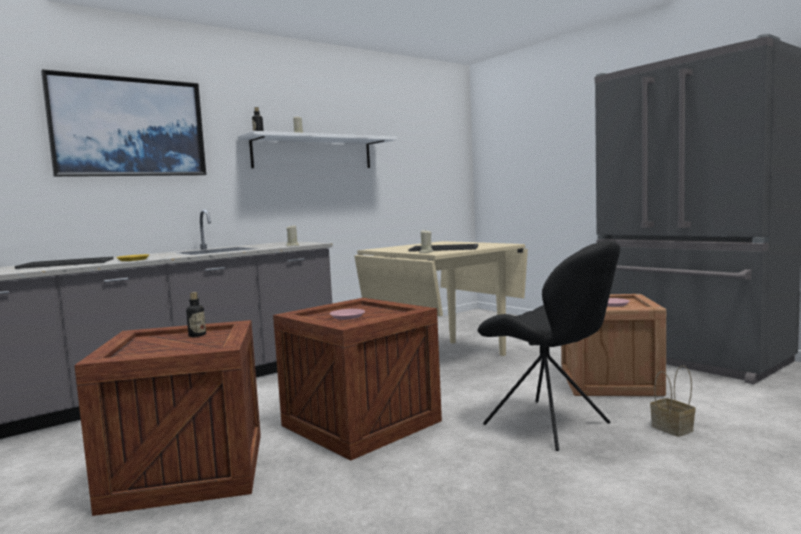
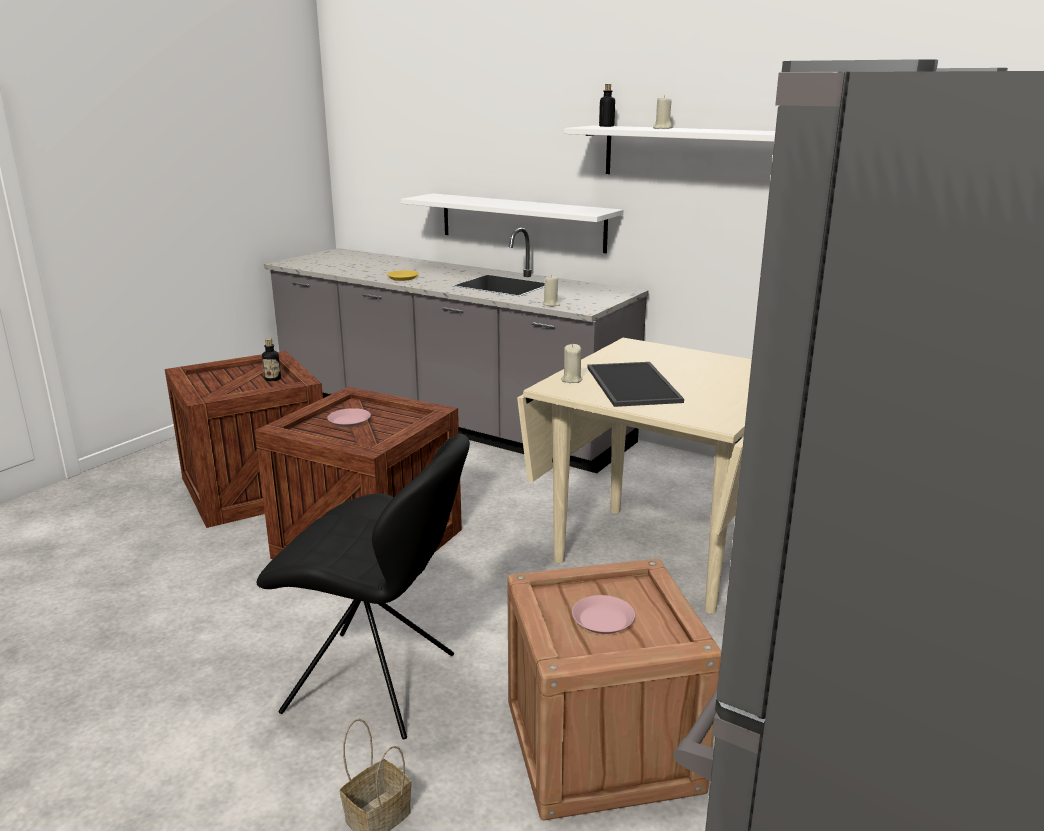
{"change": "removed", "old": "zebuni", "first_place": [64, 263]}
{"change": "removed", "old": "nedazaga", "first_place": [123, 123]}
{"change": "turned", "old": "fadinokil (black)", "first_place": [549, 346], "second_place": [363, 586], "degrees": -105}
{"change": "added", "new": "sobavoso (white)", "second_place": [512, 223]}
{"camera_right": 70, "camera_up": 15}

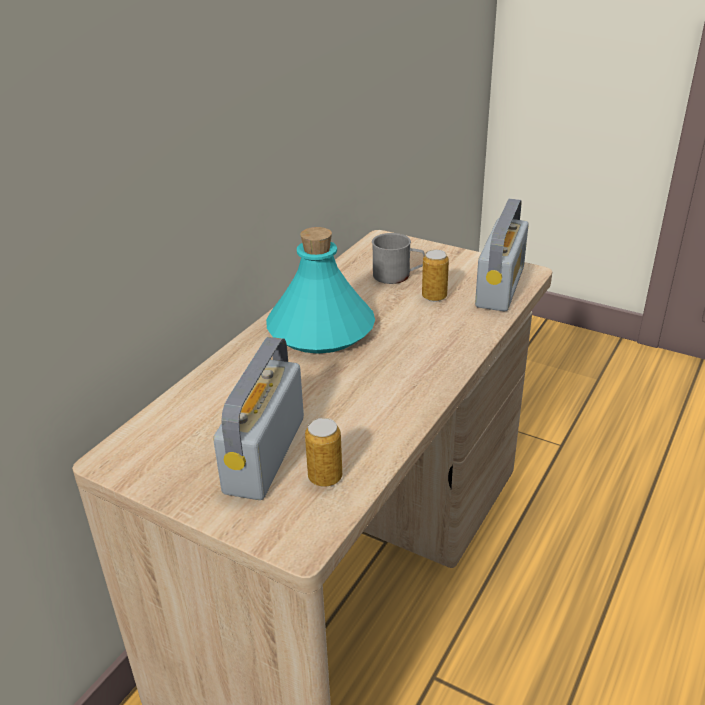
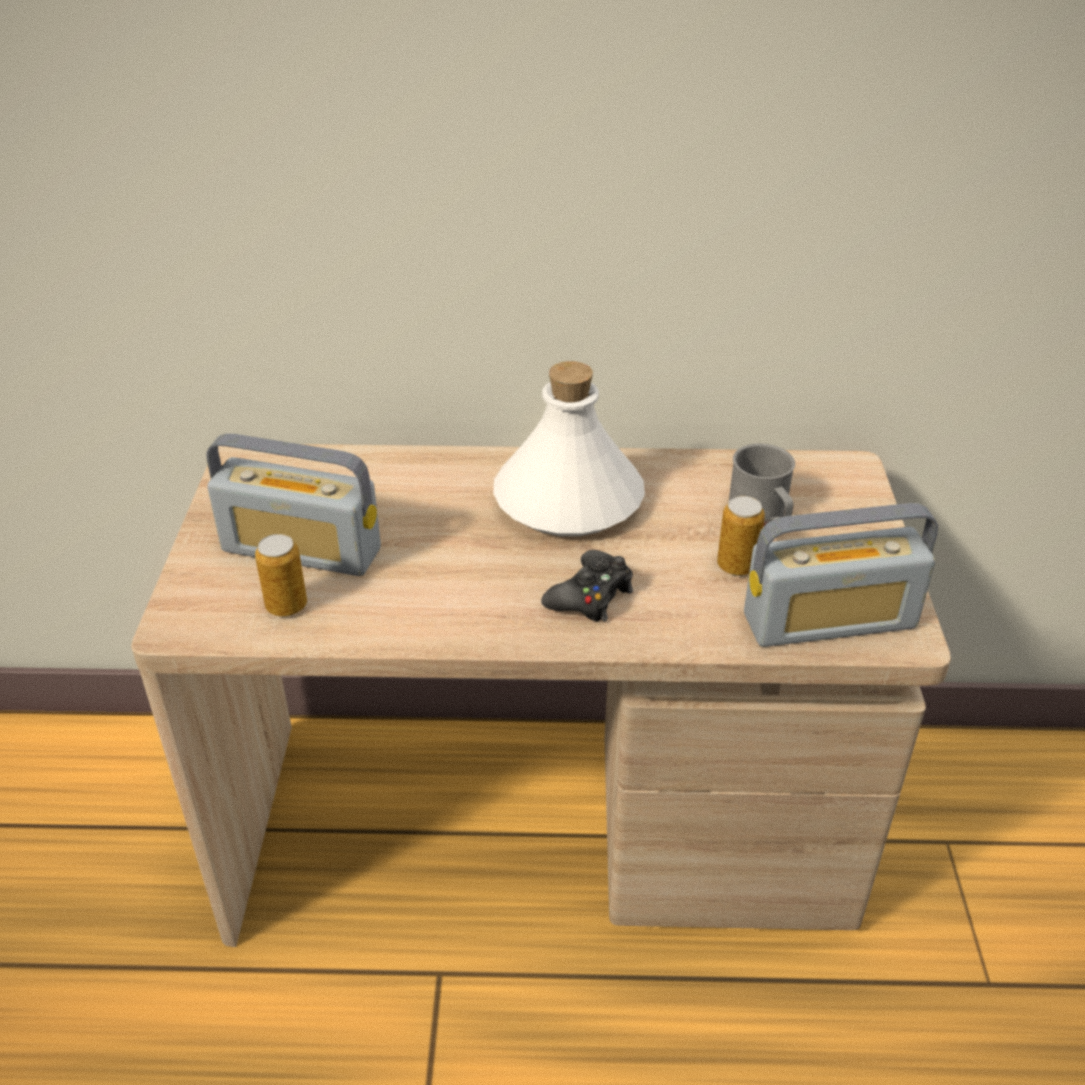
{"change": "turned", "old": "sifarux", "first_place": [258, 418], "second_place": [293, 504], "degrees": -150}
{"change": "recoloured", "old": "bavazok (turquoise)", "new": "bavazok (white)", "first_place": [320, 290], "second_place": [569, 448]}
{"change": "added", "new": "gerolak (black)", "second_place": [587, 585]}
{"camera_right": 60, "camera_up": 5}

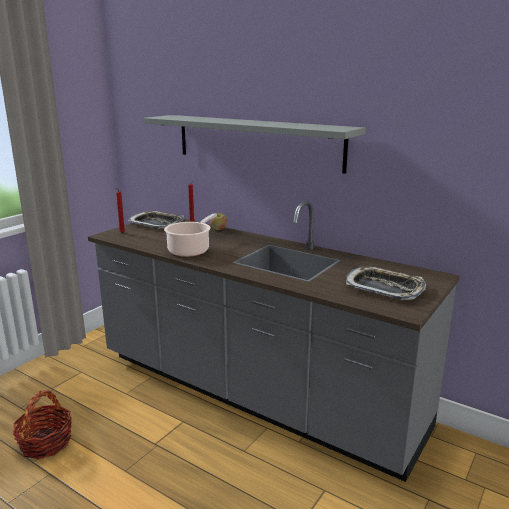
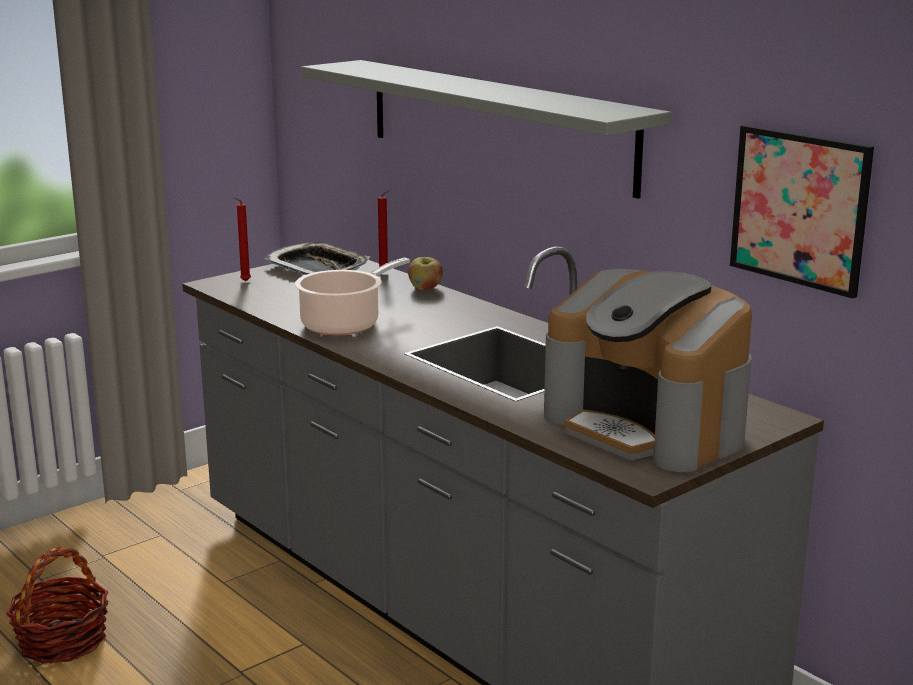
{"change": "replaced", "old": "zebuni", "new": "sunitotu", "first_place": [386, 283], "second_place": [648, 370]}
{"change": "added", "new": "nedazaga", "second_place": [802, 212]}
{"camera_right": 15, "camera_up": 0}

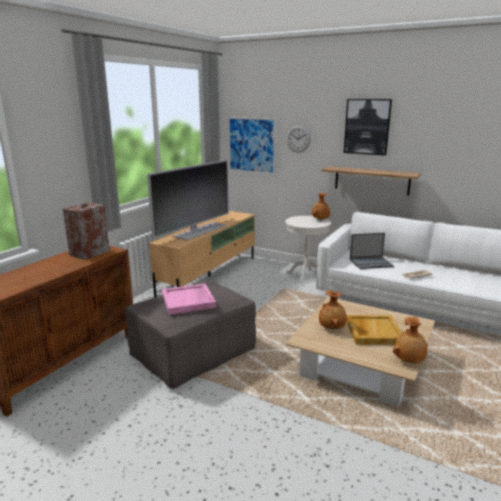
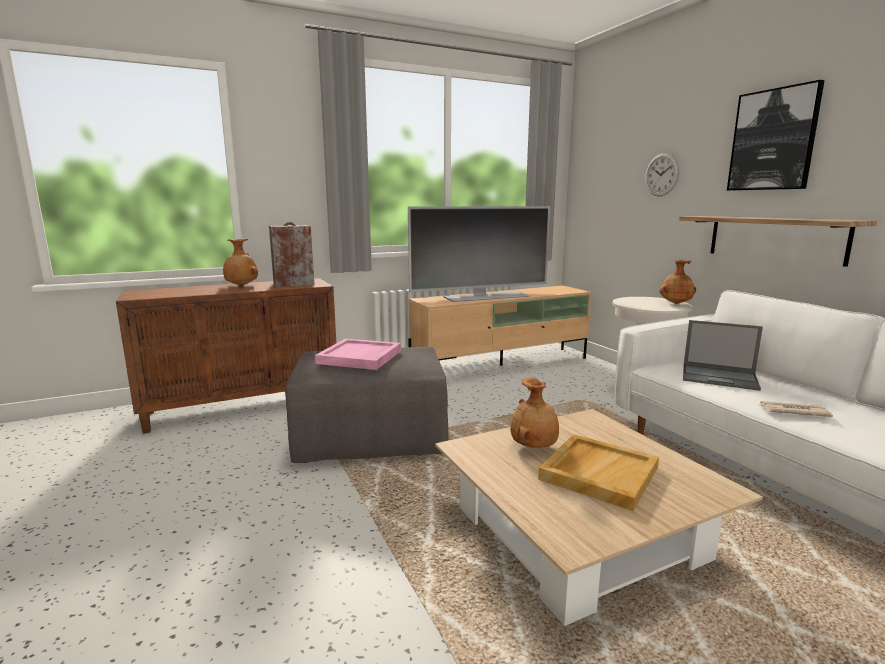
{"change": "removed", "old": "nedazaga", "first_place": [252, 146]}
{"change": "moved", "old": "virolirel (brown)", "first_place": [410, 340], "second_place": [240, 262]}
{"camera_right": 35, "camera_up": -5}

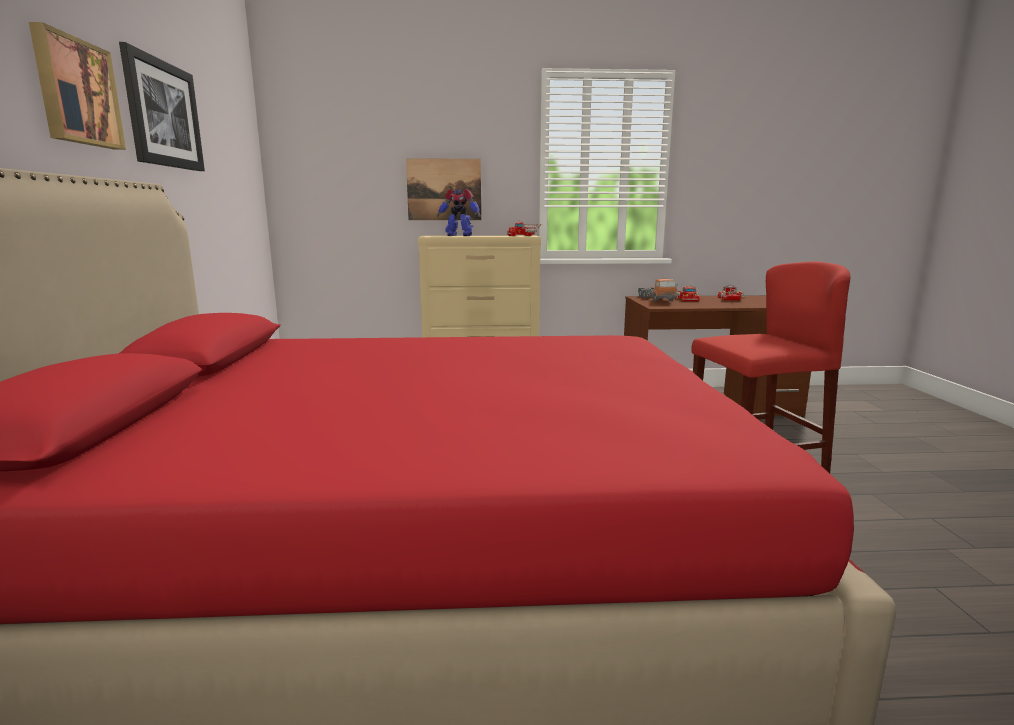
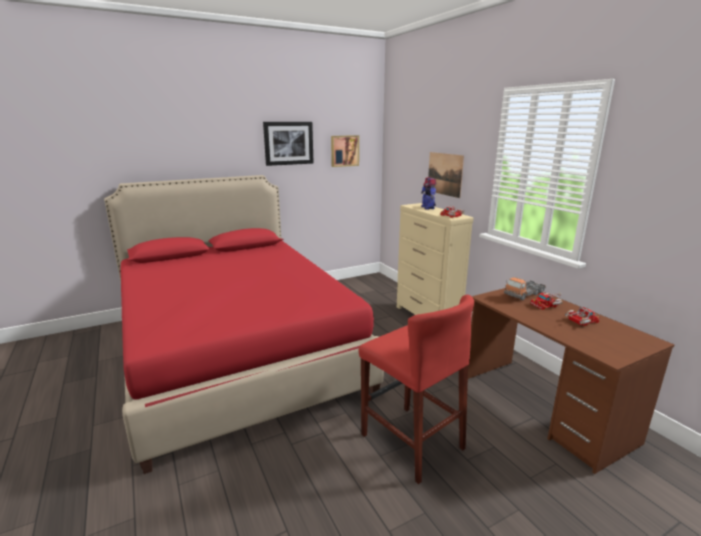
{"change": "moved", "old": "nedazaga", "first_place": [77, 86], "second_place": [345, 151]}
{"camera_right": 65, "camera_up": 5}

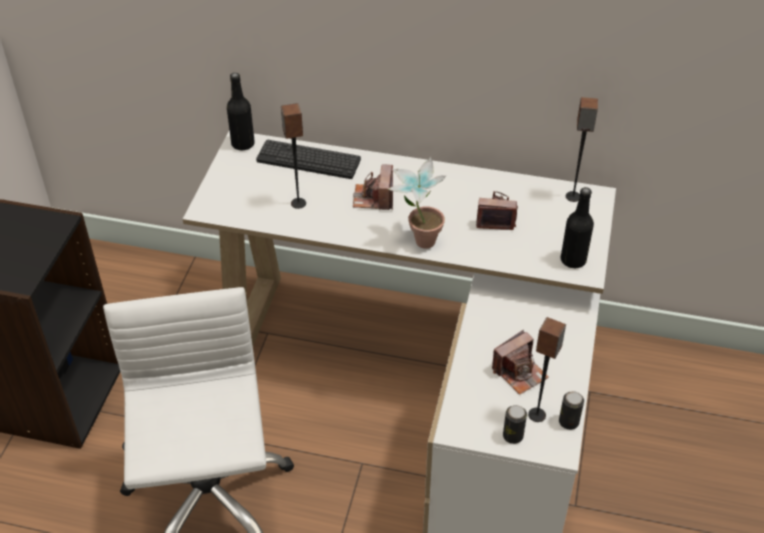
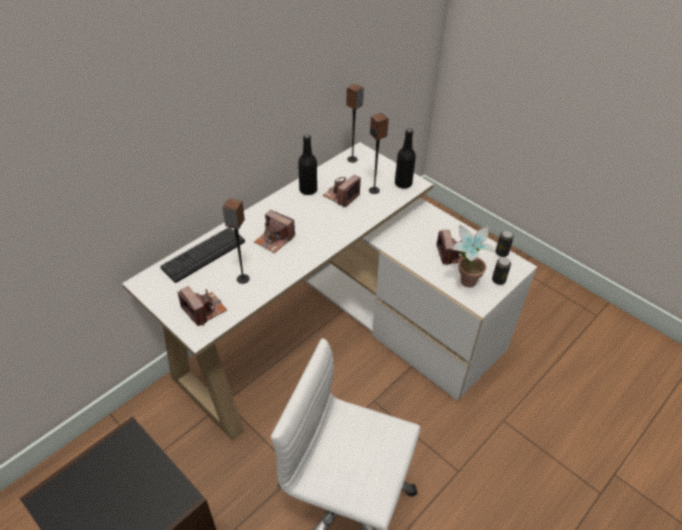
{"change": "moved", "old": "bavazok (black)", "first_place": [241, 111], "second_place": [307, 164]}
{"change": "moved", "old": "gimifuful", "first_place": [417, 203], "second_place": [474, 256]}
{"change": "moved", "old": "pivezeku", "first_place": [547, 369], "second_place": [379, 153]}
{"change": "added", "new": "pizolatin", "second_place": [202, 306]}
{"camera_right": -60, "camera_up": 0}

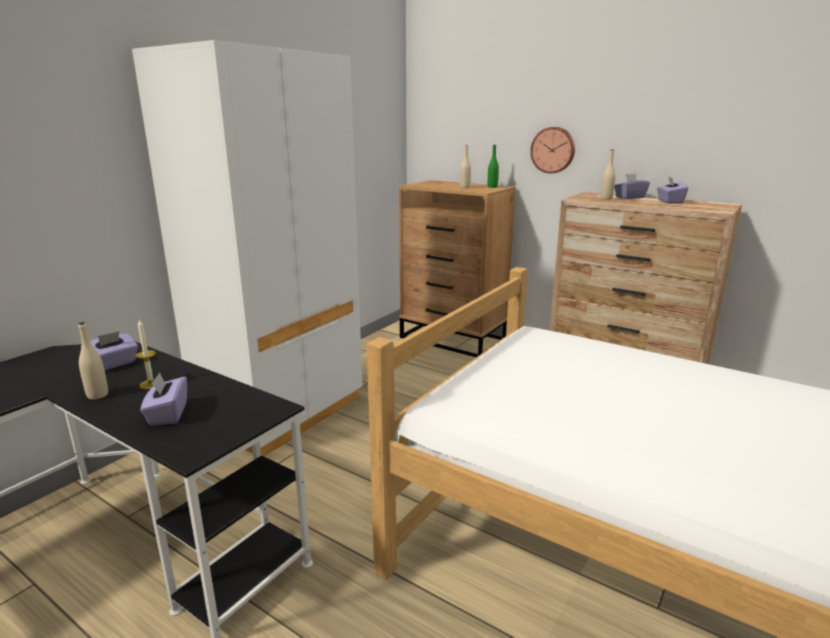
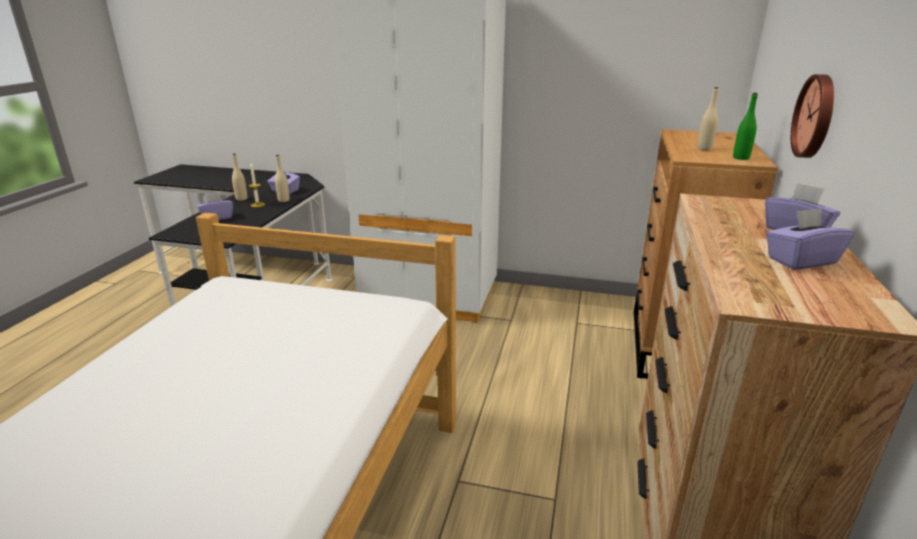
{"change": "moved", "old": "bavazok (beige)", "first_place": [608, 175], "second_place": [282, 178]}
{"camera_right": 70, "camera_up": 5}

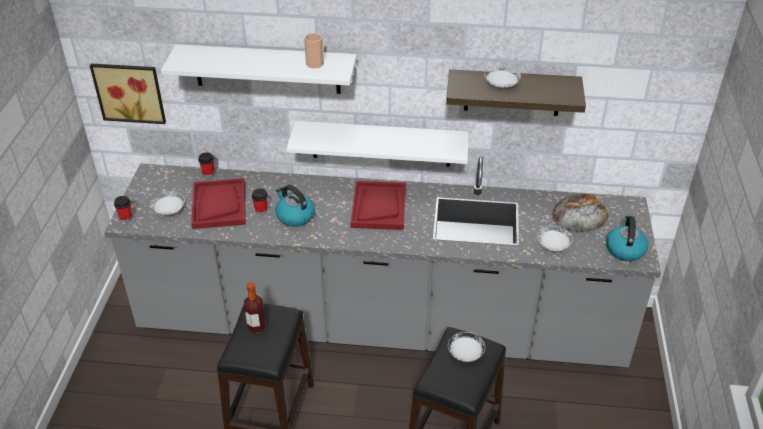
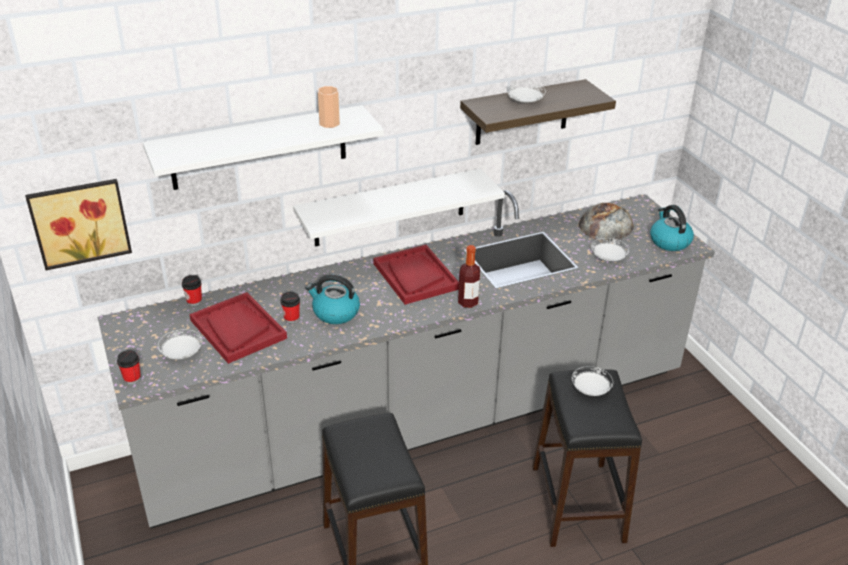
{"change": "moved", "old": "bavazok", "first_place": [255, 308], "second_place": [469, 276]}
{"camera_right": -30, "camera_up": -5}

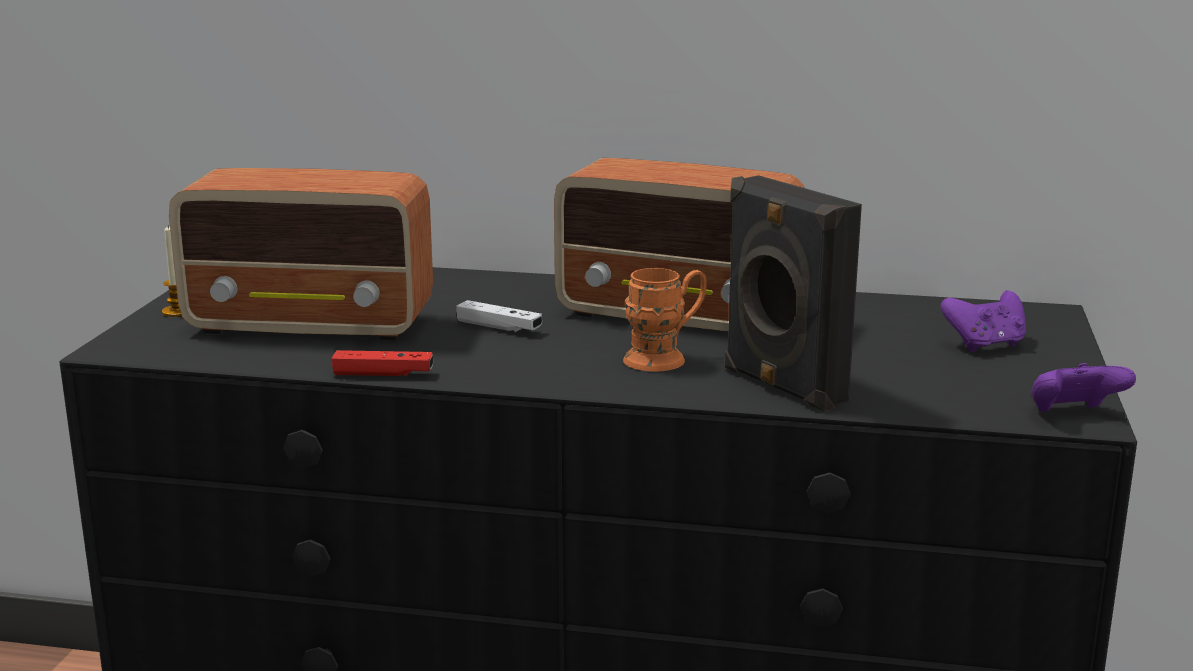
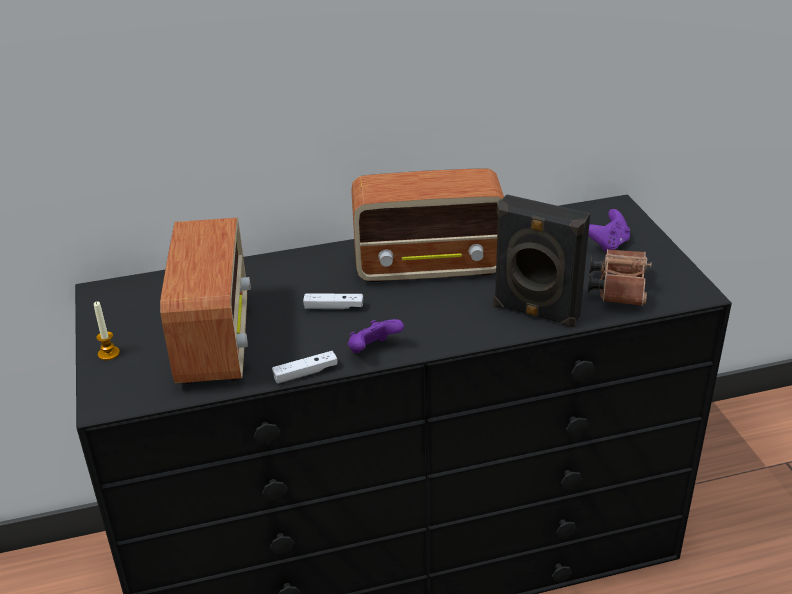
{"change": "turned", "old": "sifarux", "first_place": [301, 254], "second_place": [205, 301], "degrees": -75}
{"change": "recoloured", "old": "gerolak (red)", "new": "gerolak (white)", "first_place": [382, 363], "second_place": [305, 367]}
{"change": "removed", "old": "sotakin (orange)", "first_place": [665, 319]}
{"change": "moved", "old": "gerolak (purple)", "first_place": [1083, 387], "second_place": [376, 336]}
{"change": "added", "new": "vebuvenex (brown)", "second_place": [620, 277]}
{"camera_right": -25, "camera_up": 15}

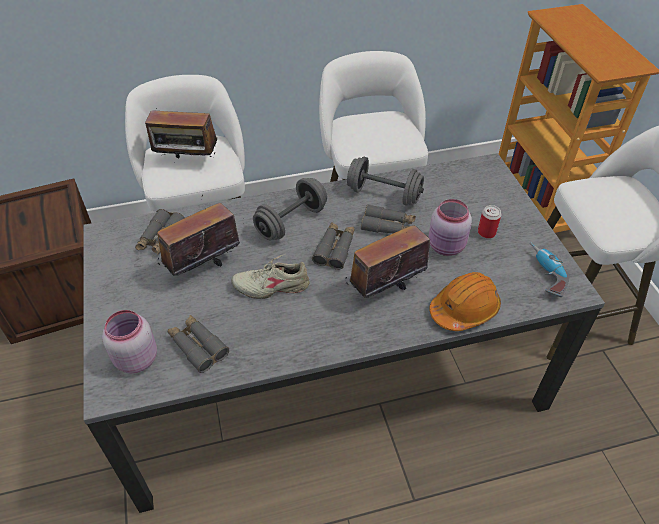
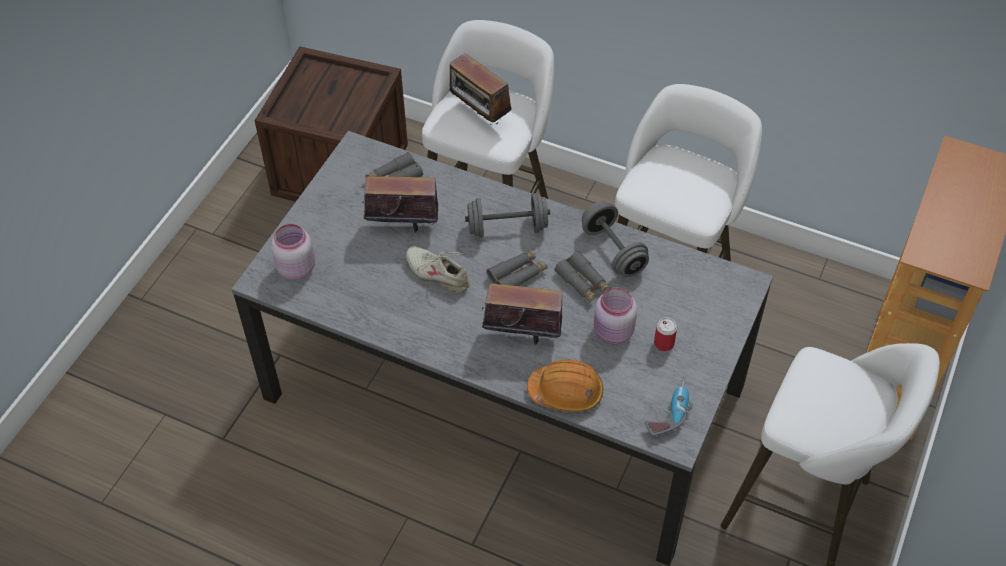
{"change": "removed", "old": "vebuvenex (grey)", "first_place": [198, 344]}
{"camera_right": 40, "camera_up": 5}

